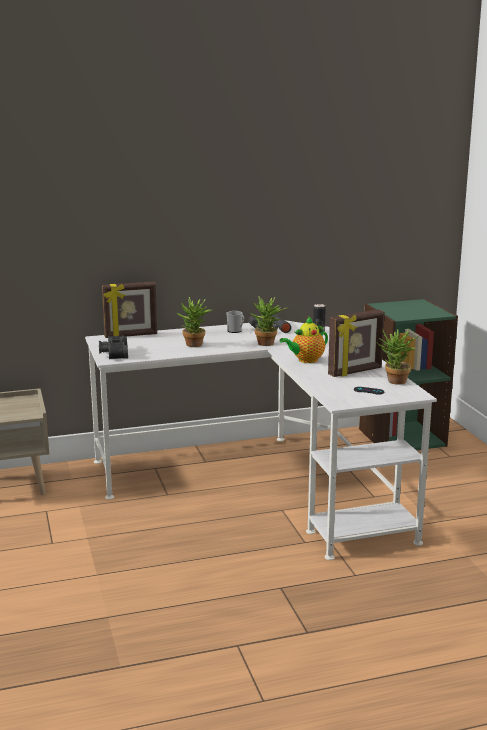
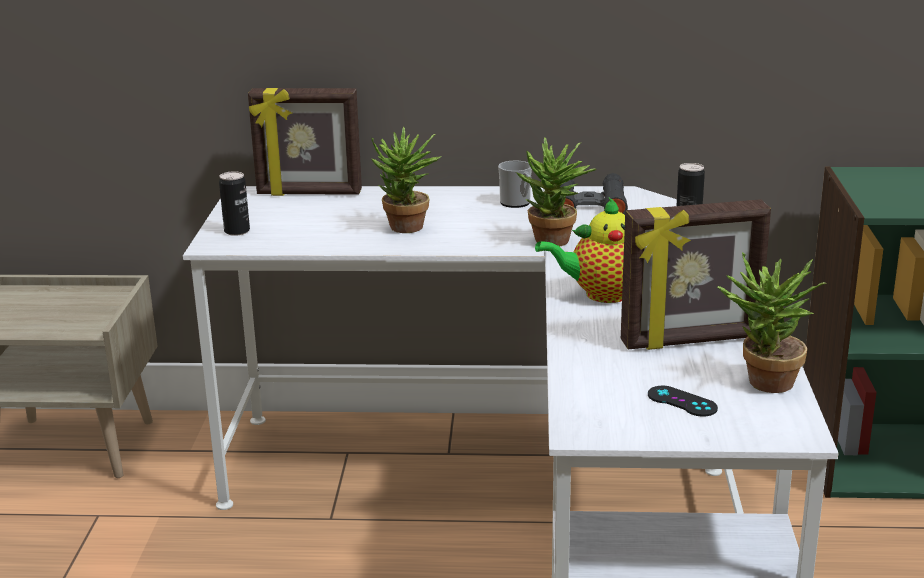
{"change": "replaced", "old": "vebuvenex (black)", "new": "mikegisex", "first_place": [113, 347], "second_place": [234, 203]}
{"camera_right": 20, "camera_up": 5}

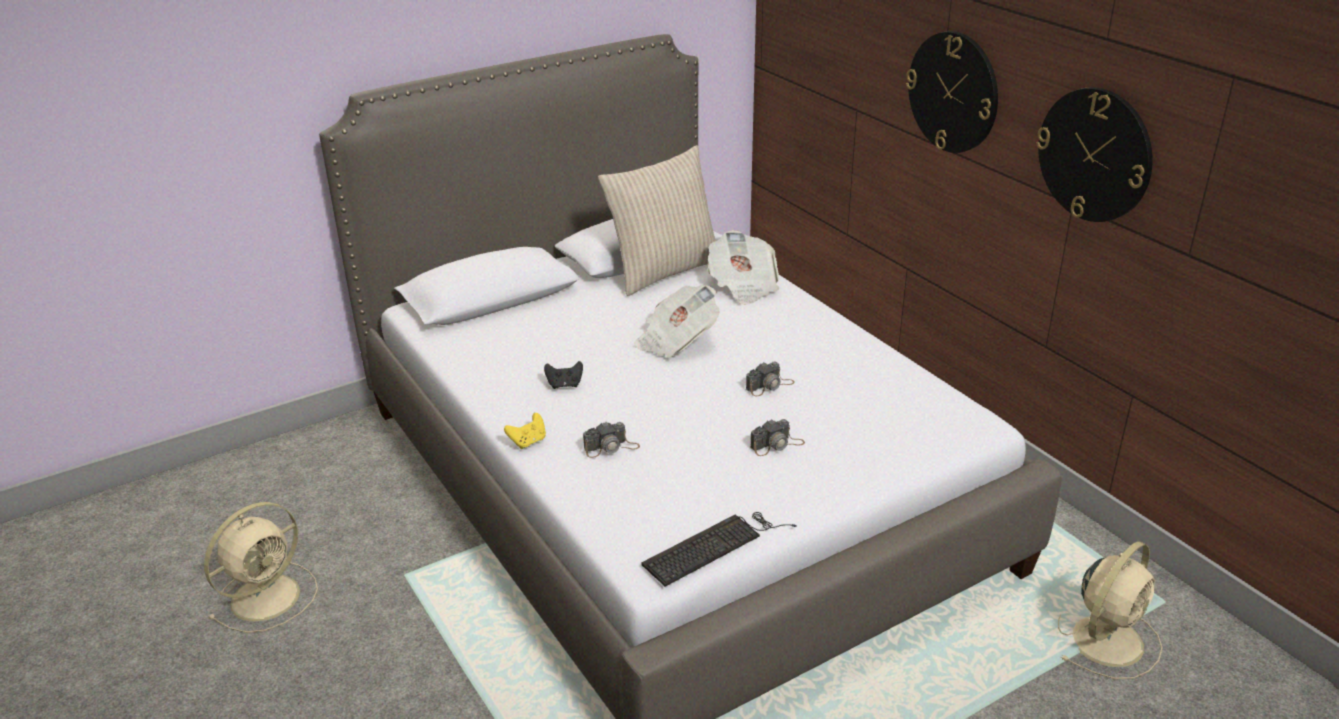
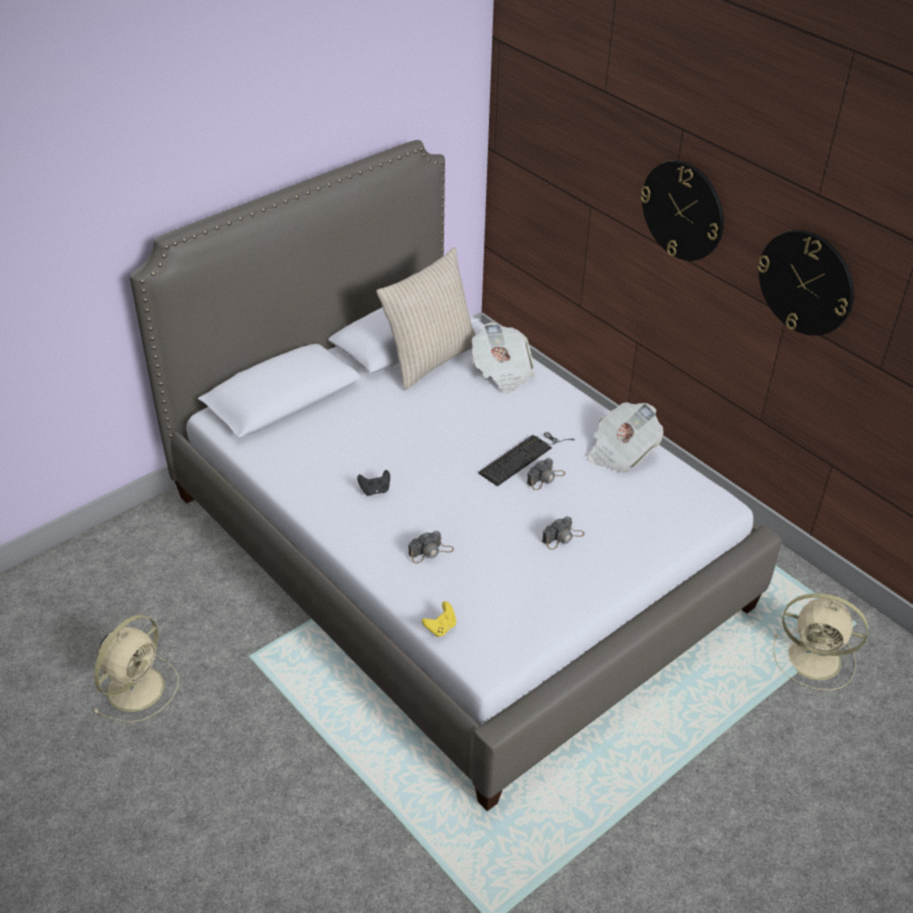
{"change": "moved", "old": "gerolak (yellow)", "first_place": [525, 431], "second_place": [439, 619]}
{"change": "moved", "old": "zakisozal", "first_place": [677, 321], "second_place": [626, 437]}
{"change": "moved", "old": "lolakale", "first_place": [719, 549], "second_place": [526, 459]}
{"change": "turned", "old": "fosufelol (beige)", "first_place": [1110, 610], "second_place": [820, 642], "degrees": 75}
{"camera_right": -10, "camera_up": 10}

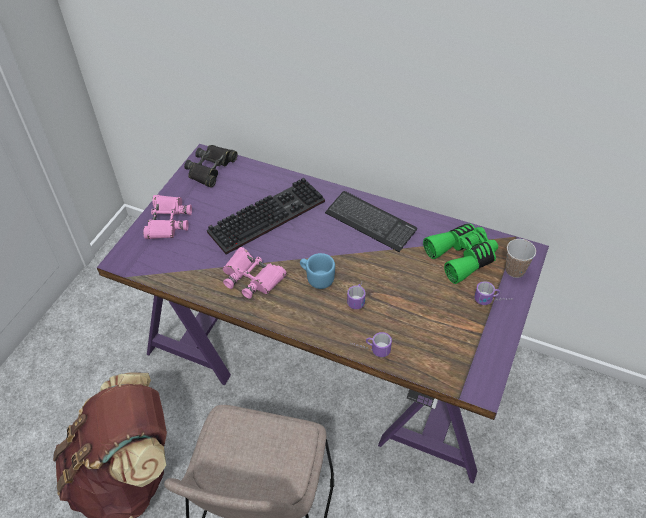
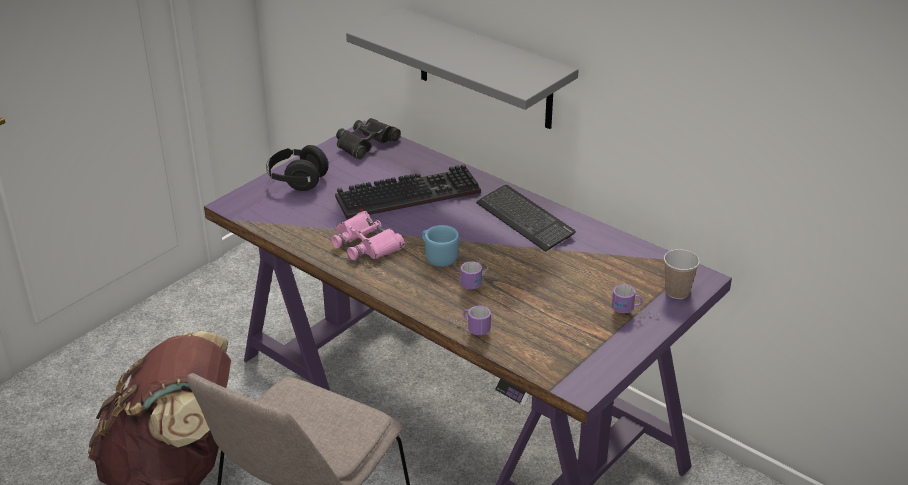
{"change": "replaced", "old": "vebuvenex (pink)", "new": "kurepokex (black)", "first_place": [167, 217], "second_place": [297, 168]}
{"change": "removed", "old": "vebuvenex (green)", "first_place": [460, 254]}
{"change": "added", "new": "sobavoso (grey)", "second_place": [462, 68]}
{"camera_right": 15, "camera_up": -15}

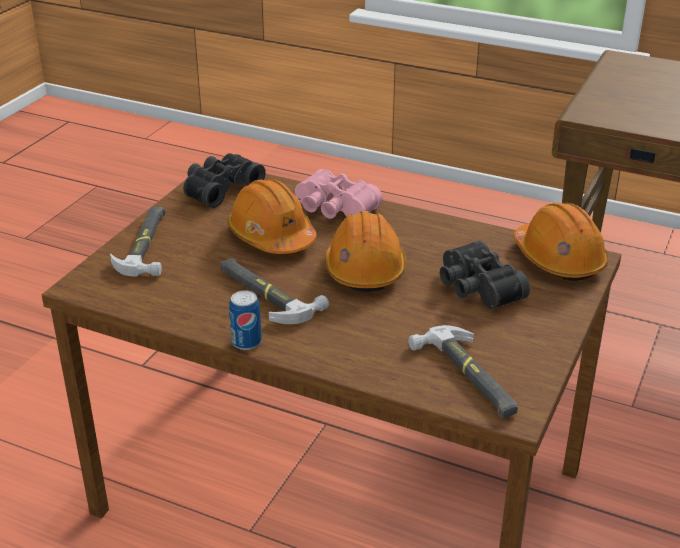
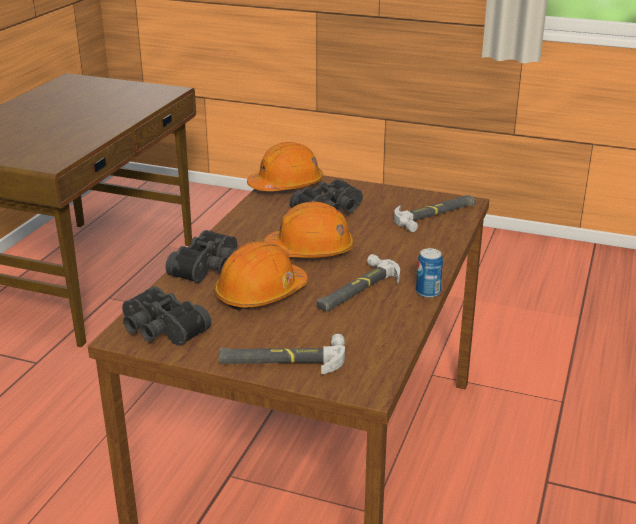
{"change": "recoloured", "old": "vebuvenex (pink)", "new": "vebuvenex (black)", "first_place": [339, 194], "second_place": [201, 256]}
{"camera_right": -95, "camera_up": -5}

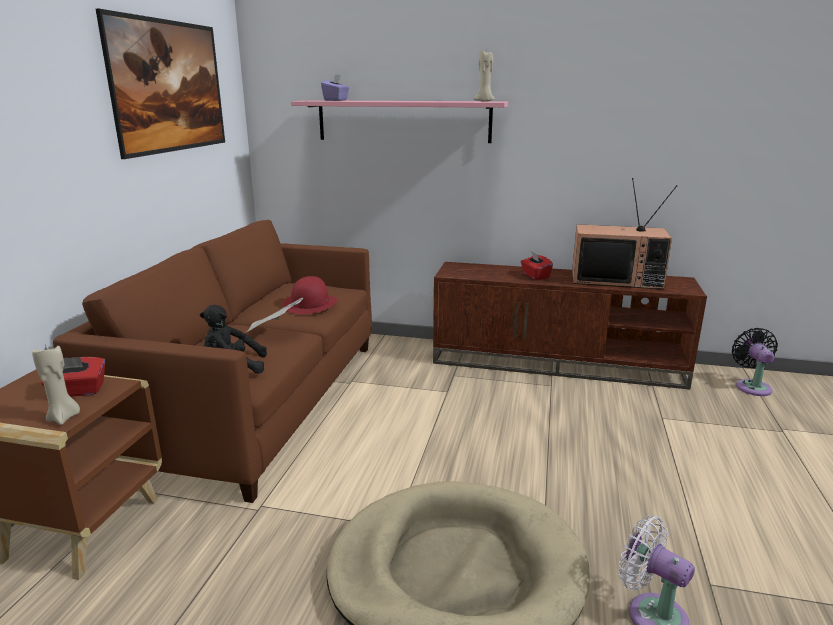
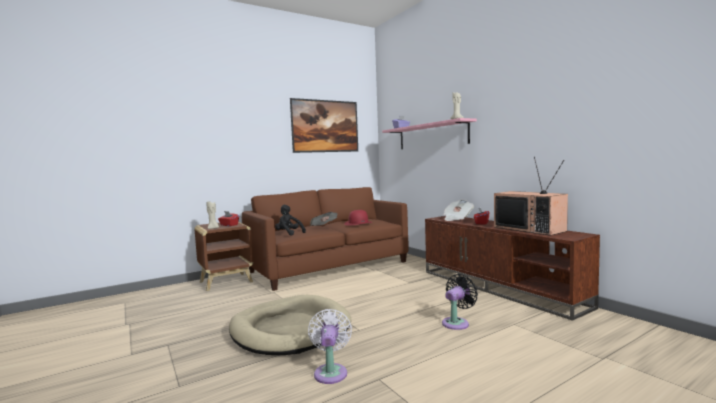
{"change": "moved", "old": "fosufelol (black)", "first_place": [755, 362], "second_place": [460, 302]}
{"change": "added", "new": "zakisozal", "second_place": [459, 210]}
{"camera_right": 45, "camera_up": -15}

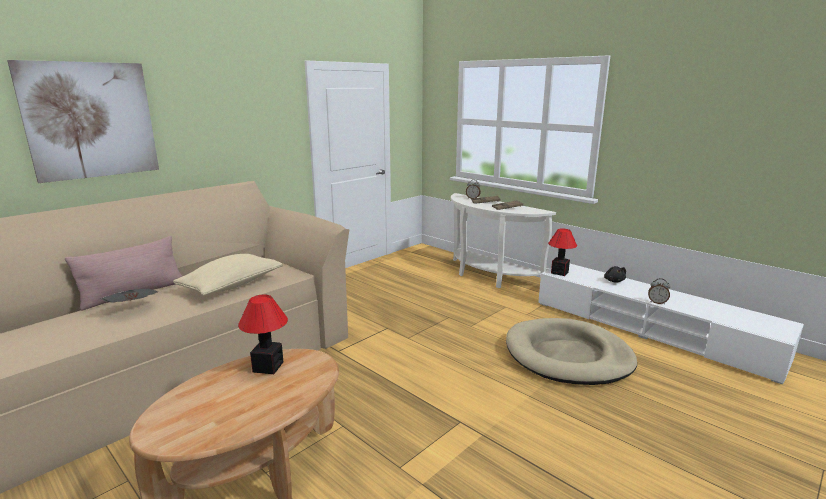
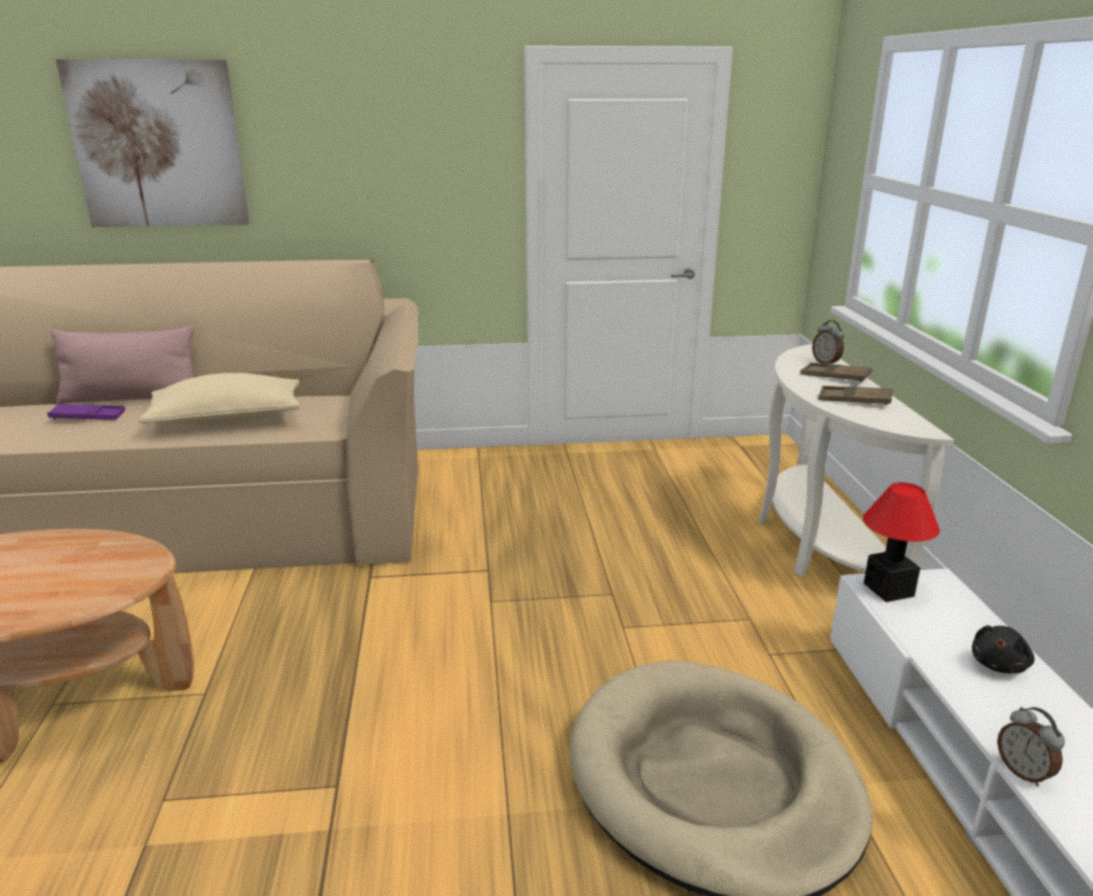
{"change": "replaced", "old": "zakisozal", "new": "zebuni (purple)", "first_place": [129, 296], "second_place": [86, 412]}
{"change": "removed", "old": "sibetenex", "first_place": [263, 334]}
{"camera_right": 40, "camera_up": 5}

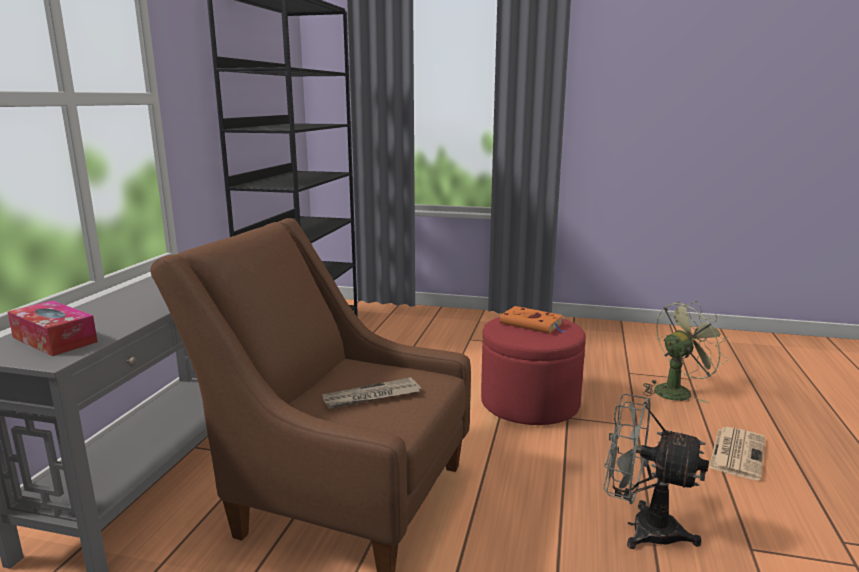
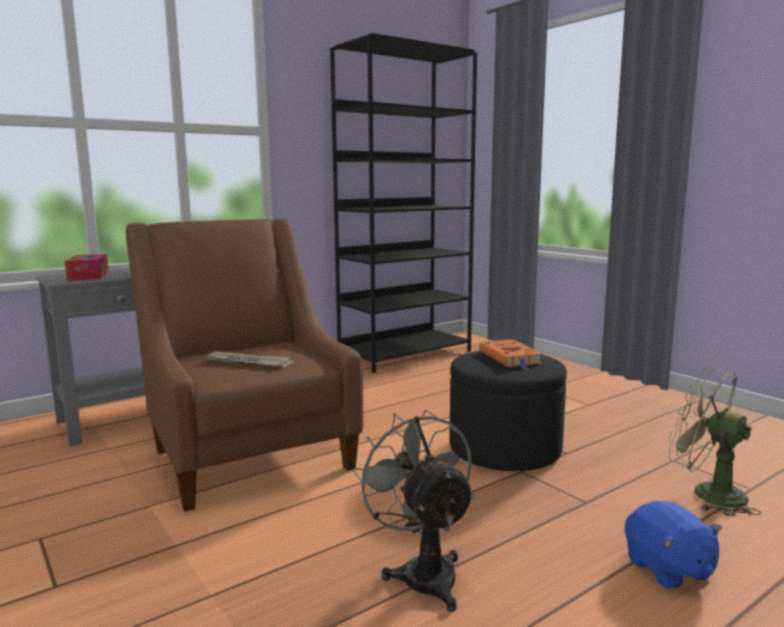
{"change": "recoloured", "old": "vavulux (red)", "new": "vavulux (black)", "first_place": [533, 371], "second_place": [508, 411]}
{"change": "turned", "old": "fosufelol (green)", "first_place": [685, 352], "second_place": [715, 441], "degrees": -150}
{"change": "replaced", "old": "zakisozal", "new": "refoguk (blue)", "first_place": [737, 453], "second_place": [673, 545]}
{"camera_right": 40, "camera_up": -5}

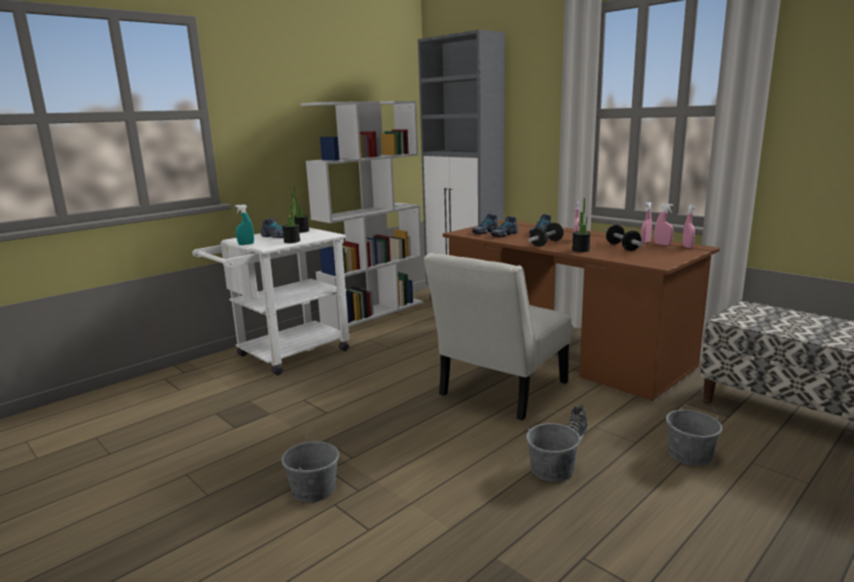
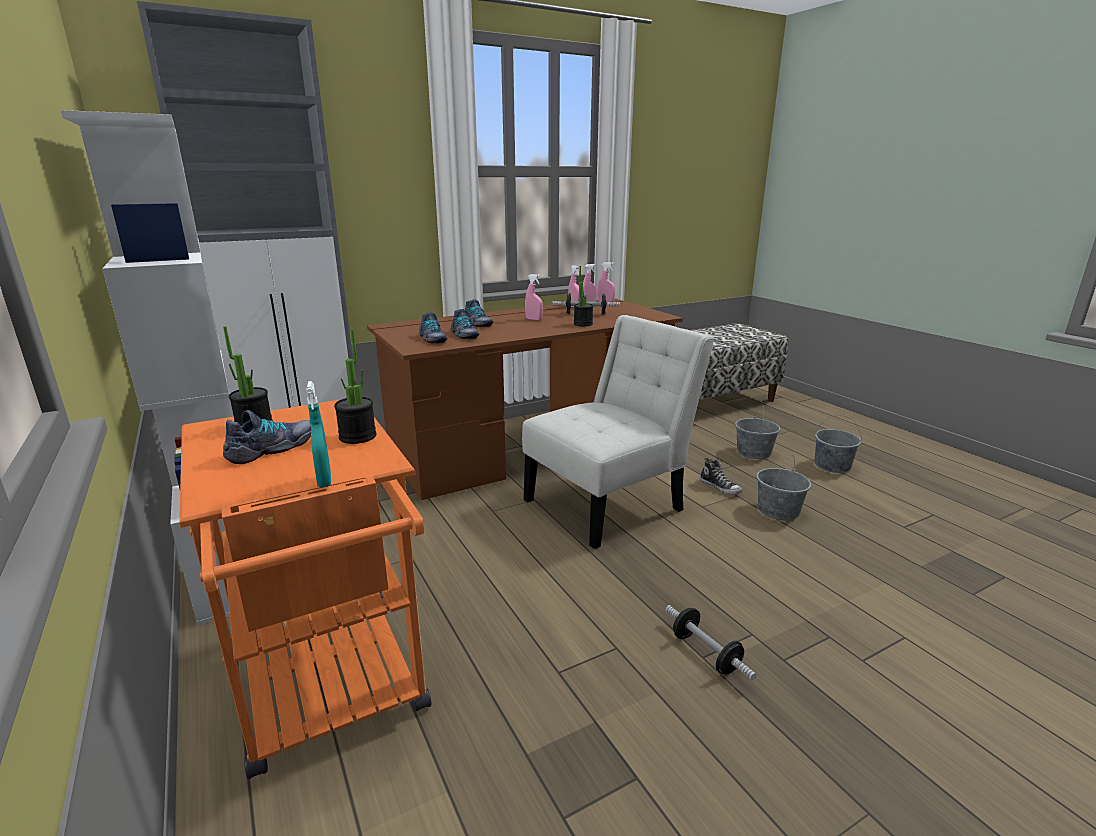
{"change": "recoloured", "old": "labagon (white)", "new": "labagon (orange)", "first_place": [271, 301], "second_place": [305, 589]}
{"change": "moved", "old": "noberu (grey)", "first_place": [310, 465], "second_place": [838, 444]}
{"change": "turned", "old": "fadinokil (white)", "first_place": [497, 337], "second_place": [618, 432], "degrees": -90}
{"change": "moved", "old": "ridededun", "first_place": [546, 235], "second_place": [710, 642]}
{"camera_right": -75, "camera_up": 5}

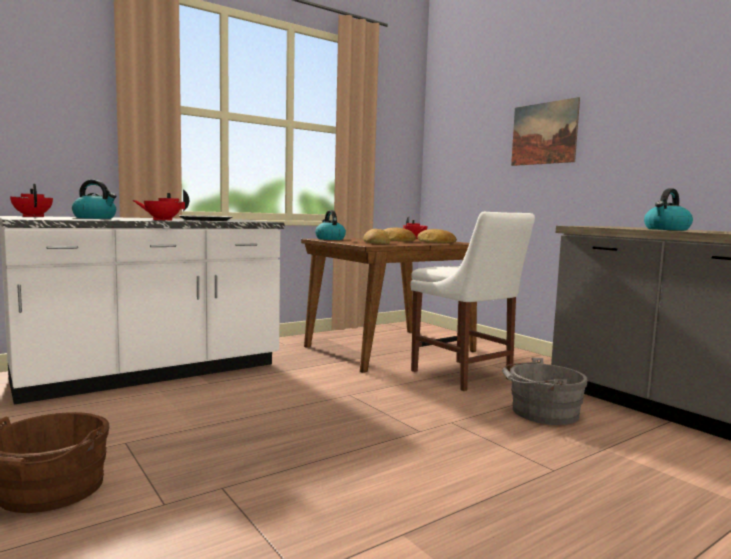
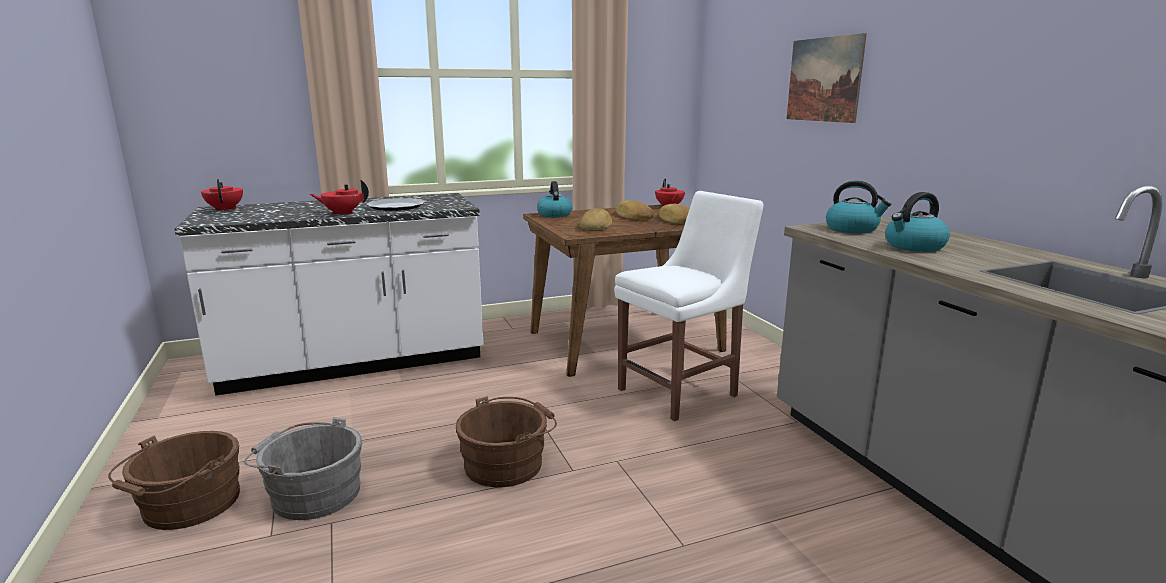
{"change": "moved", "old": "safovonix", "first_place": [94, 199], "second_place": [858, 207]}
{"change": "turned", "old": "fadinokil (white)", "first_place": [472, 301], "second_place": [688, 306], "degrees": -105}
{"change": "moved", "old": "noberu (grey)", "first_place": [545, 391], "second_place": [303, 468]}
{"change": "added", "new": "noberu (brown)", "second_place": [506, 441]}
{"camera_right": 15, "camera_up": 10}

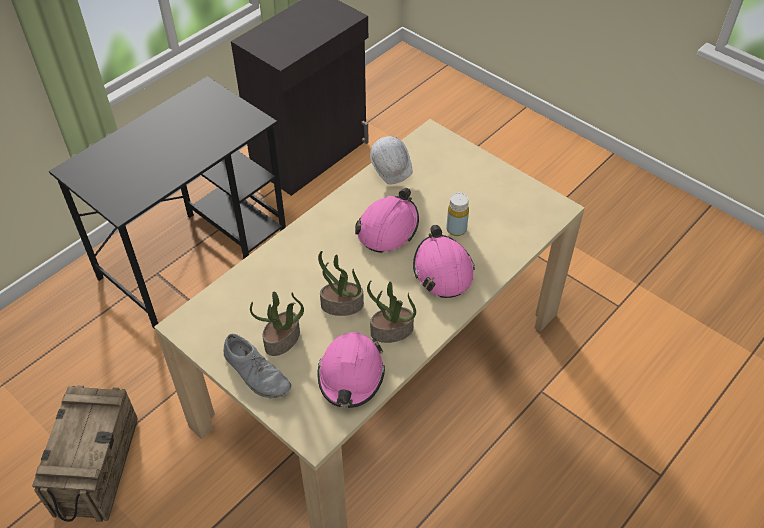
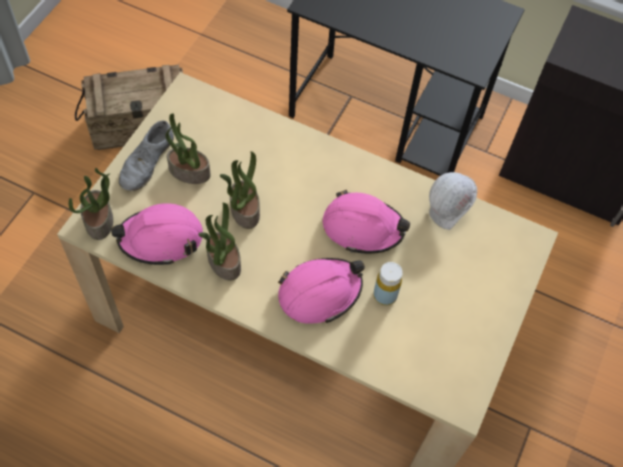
{"change": "added", "new": "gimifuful", "second_place": [91, 204]}
{"camera_right": 70, "camera_up": 10}

